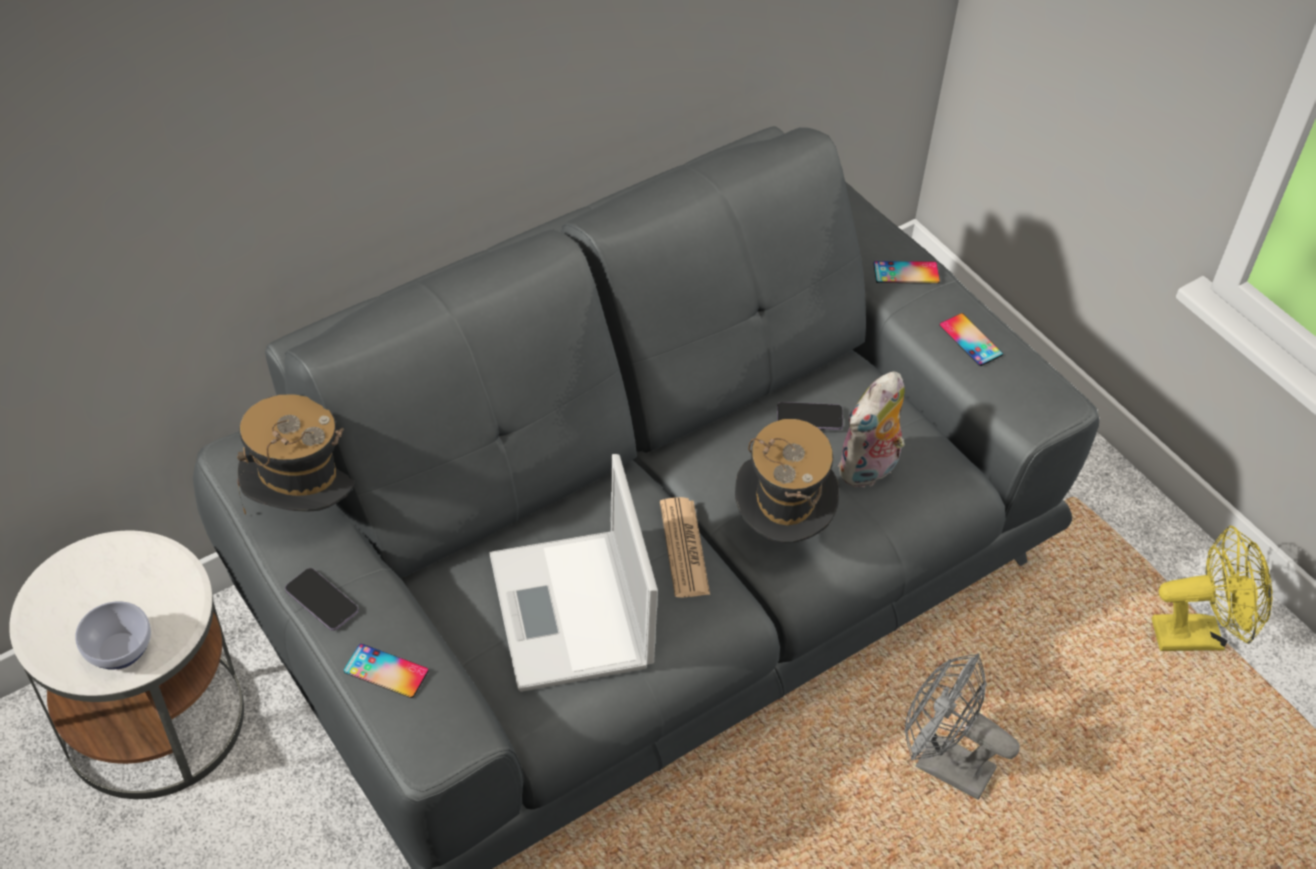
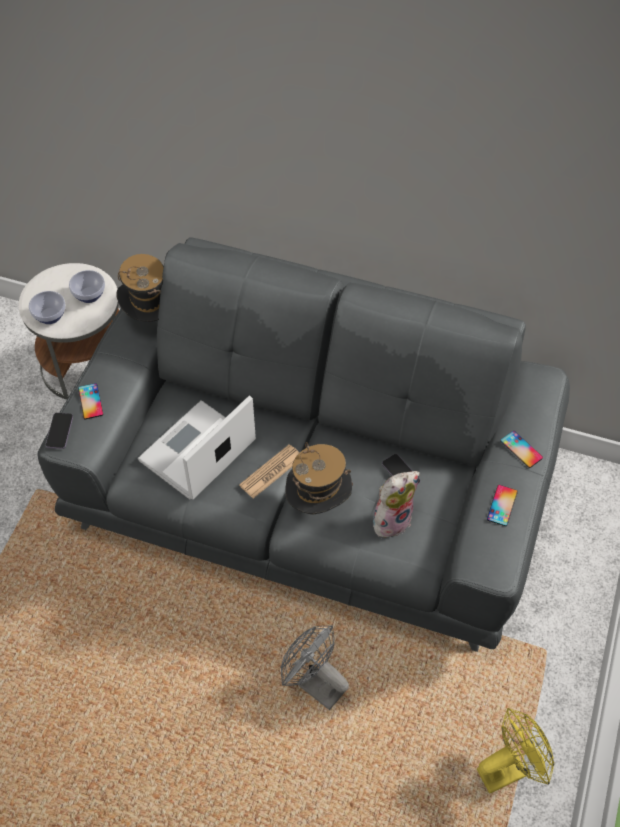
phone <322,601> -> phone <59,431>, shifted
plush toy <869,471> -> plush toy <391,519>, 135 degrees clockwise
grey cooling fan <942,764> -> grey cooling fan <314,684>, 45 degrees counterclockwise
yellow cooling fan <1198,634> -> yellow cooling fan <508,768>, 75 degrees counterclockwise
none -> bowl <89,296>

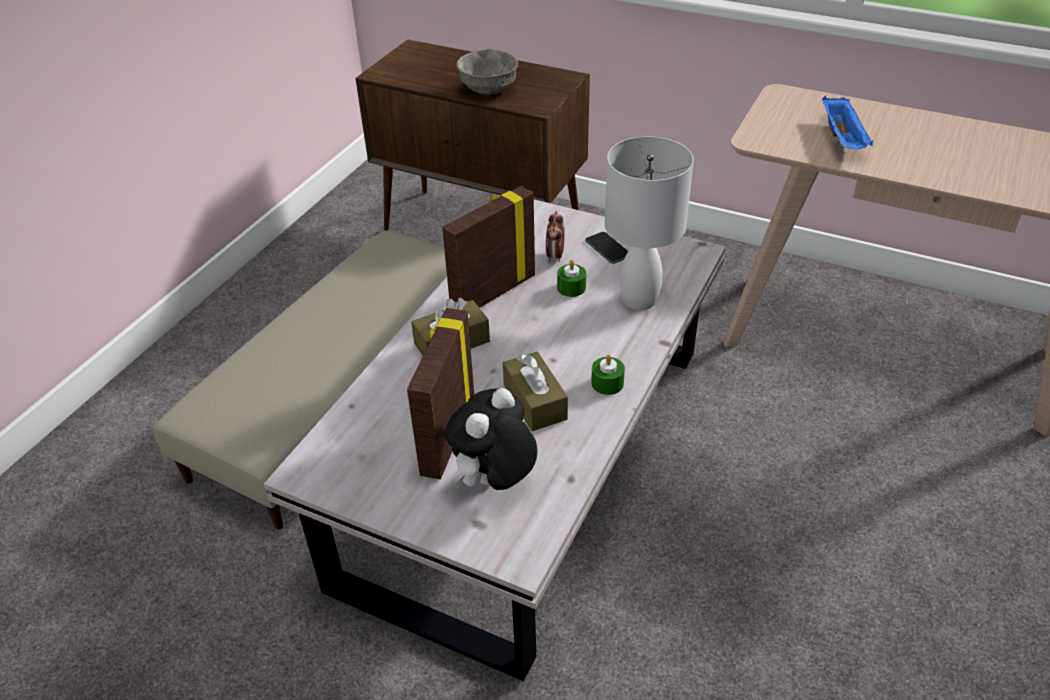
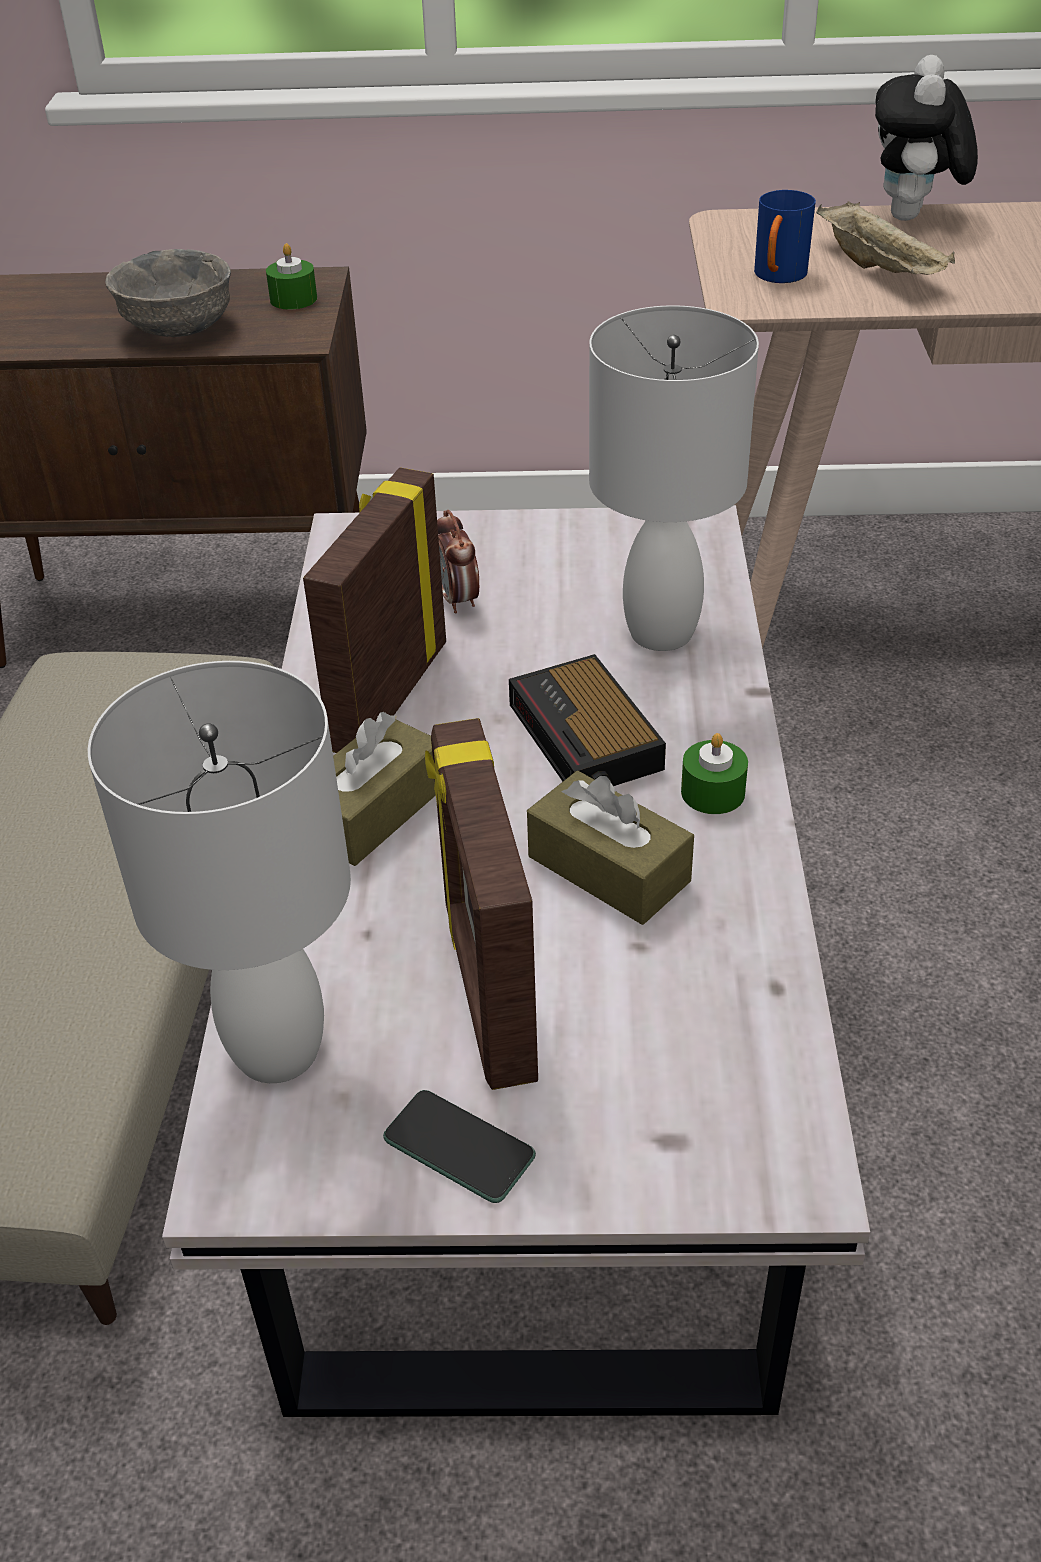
plush toy <494,482> -> plush toy <913,218>, shifted
greenish wax candle <571,287> -> greenish wax candle <293,299>, shifted
phone <608,248> -> phone <459,1147>, shifted
blue-coloured carrying tray <842,139> -> beige carrying tray <881,269>
none -> white-coloured tabletop lamp <278,1047>
none -> alarm clock <586,739>
none -> blue-coloured tea mug <777,278>

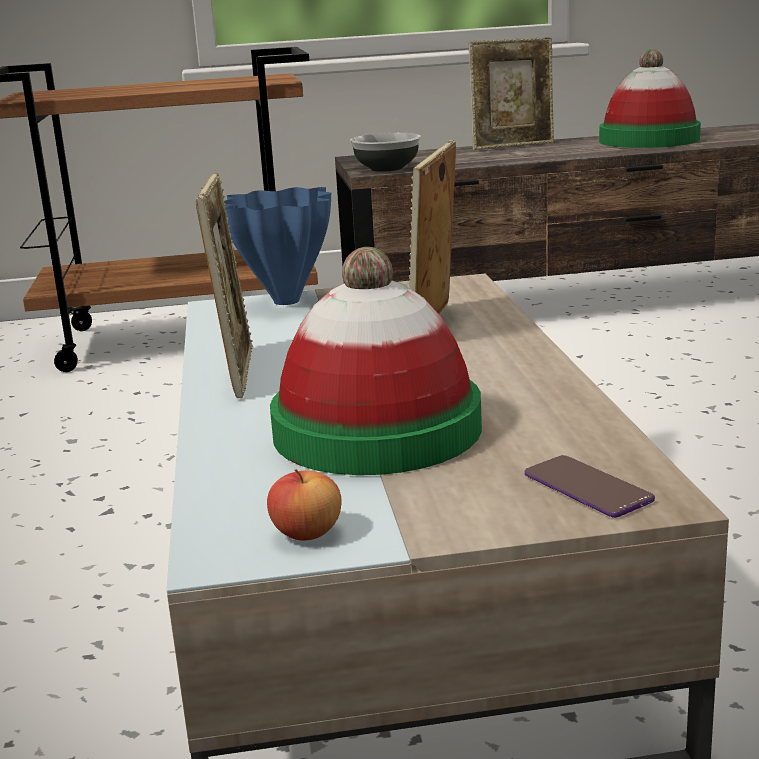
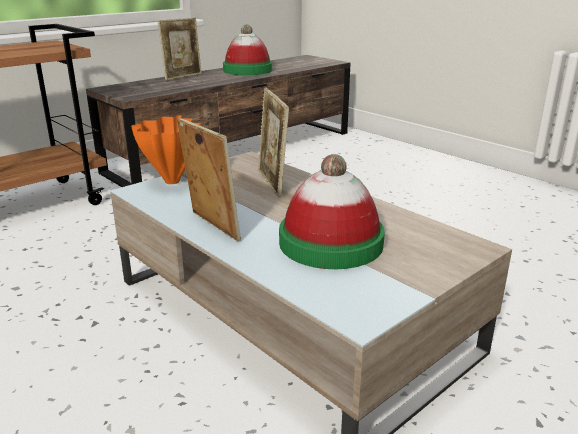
blue-coloured flower vase <284,302> -> orange flower vase <171,182>
apple fruit <307,533> -> none
bowl <387,168> -> none
phone <587,488> -> none

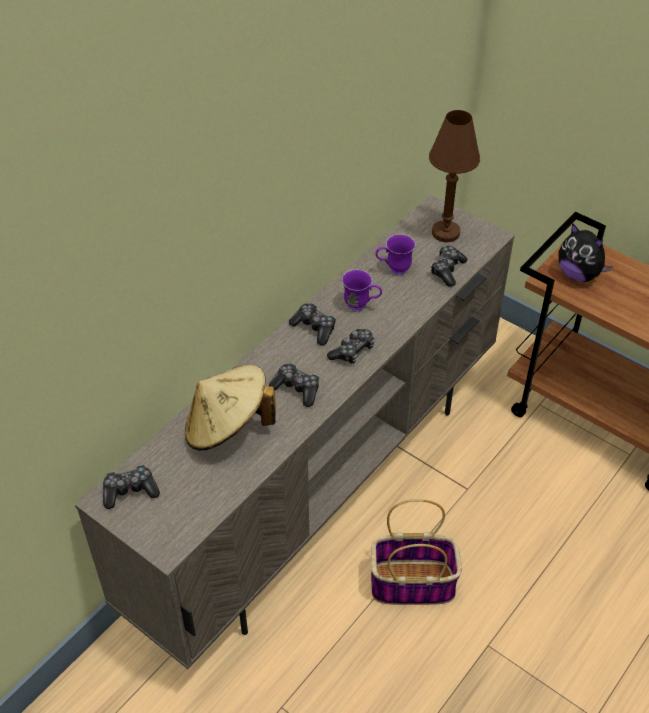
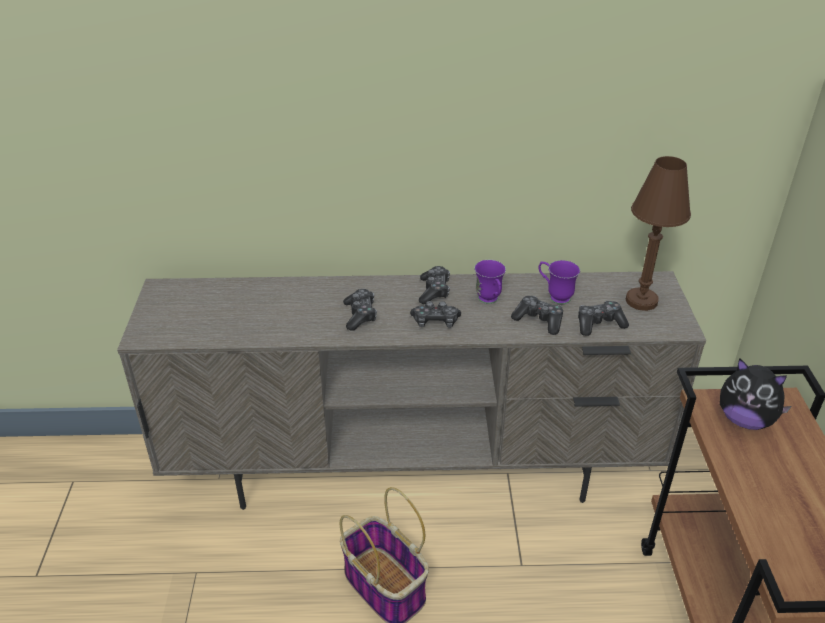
joypad <130,491> -> joypad <539,320>, shifted
beige hat <228,427> -> none
plush toy <579,274> -> plush toy <745,420>, 60 degrees counterclockwise

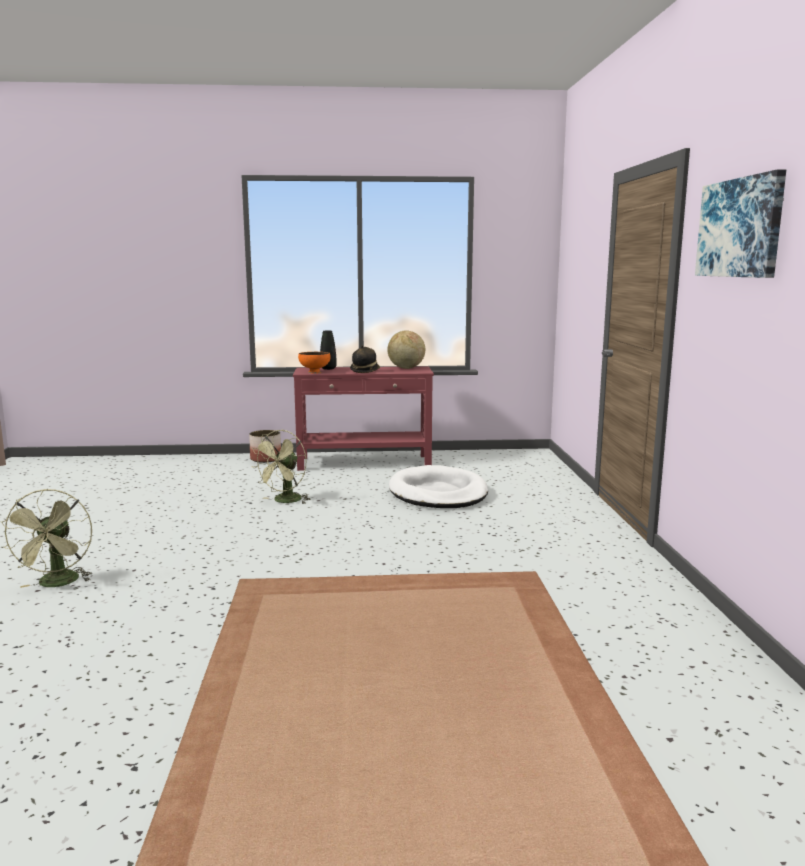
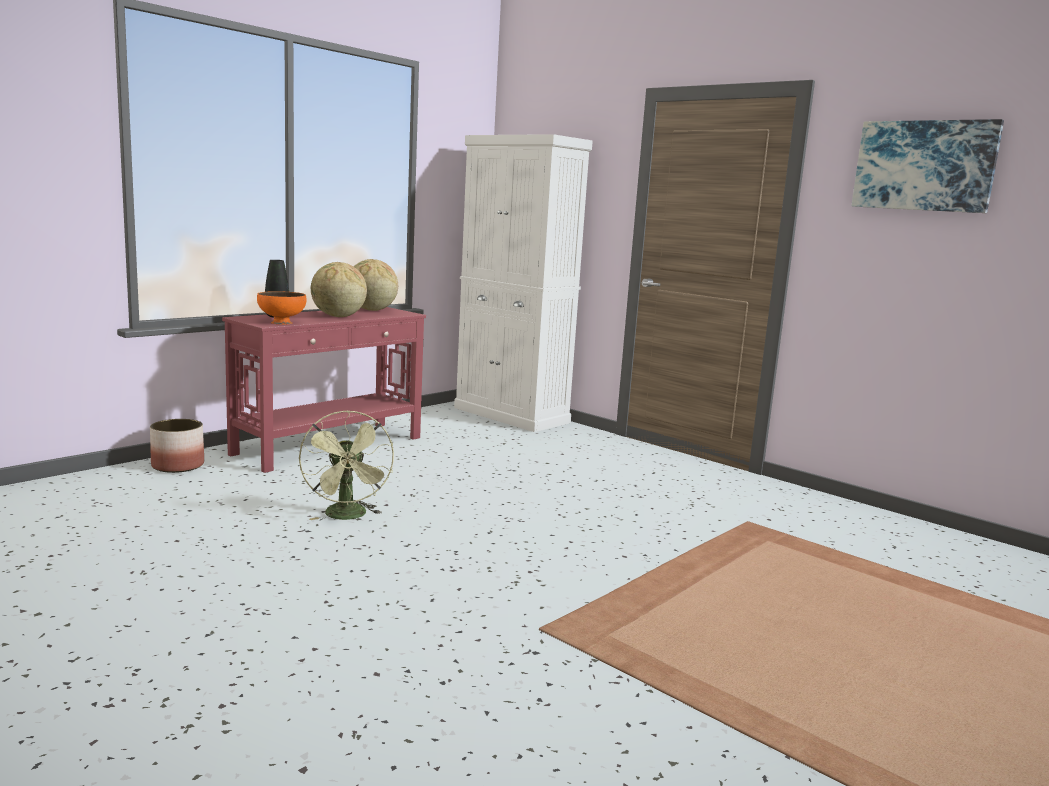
greenish cooling fan <57,584> -> none
hat <365,371> -> world globe <338,316>
white-coloured dog cushion <438,493> -> none
none -> white-coloured cabinet <511,415>

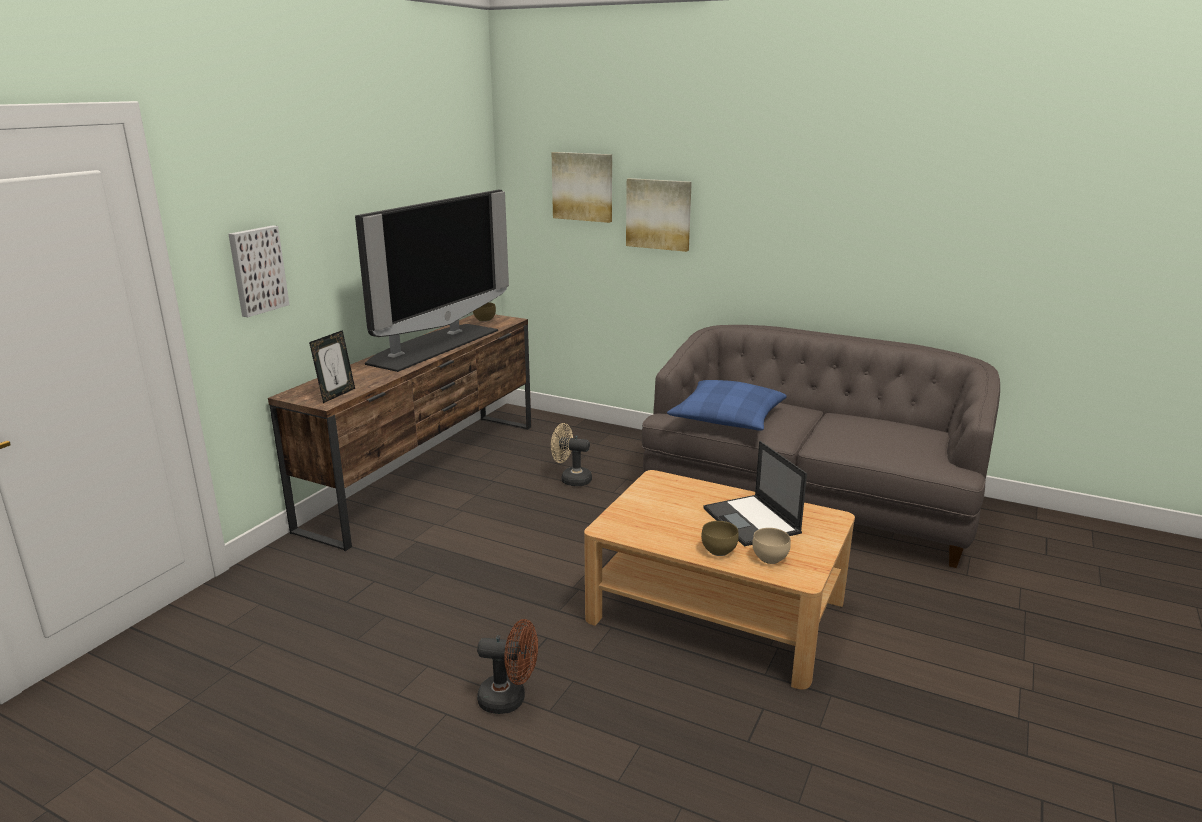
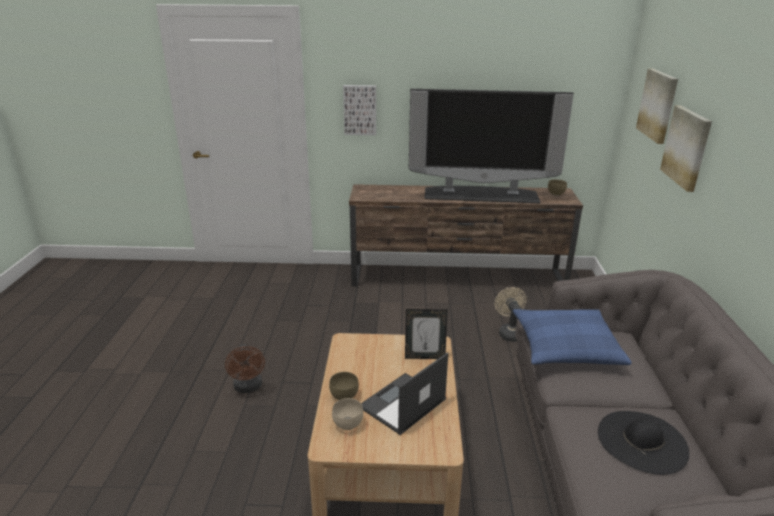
photo frame <336,395> -> photo frame <424,356>, shifted
none -> blackish hat <642,441>

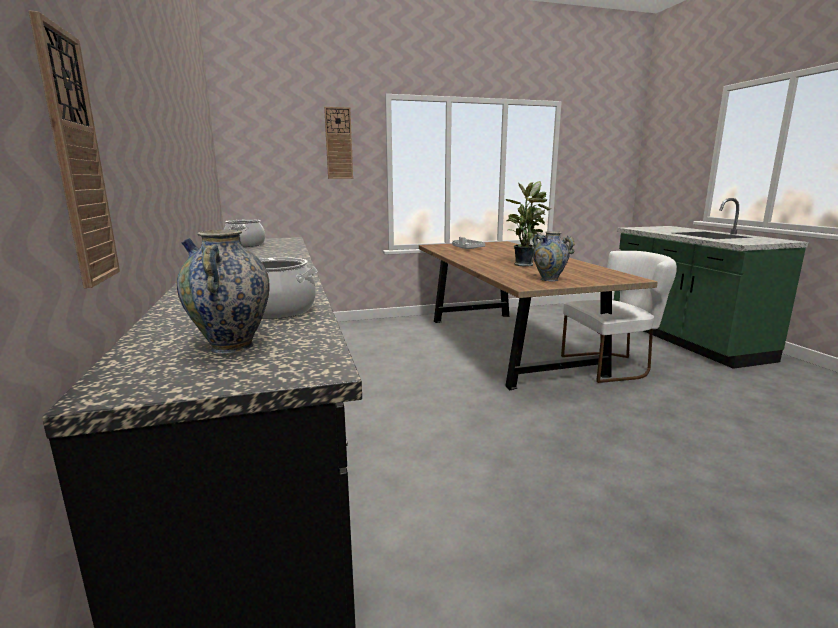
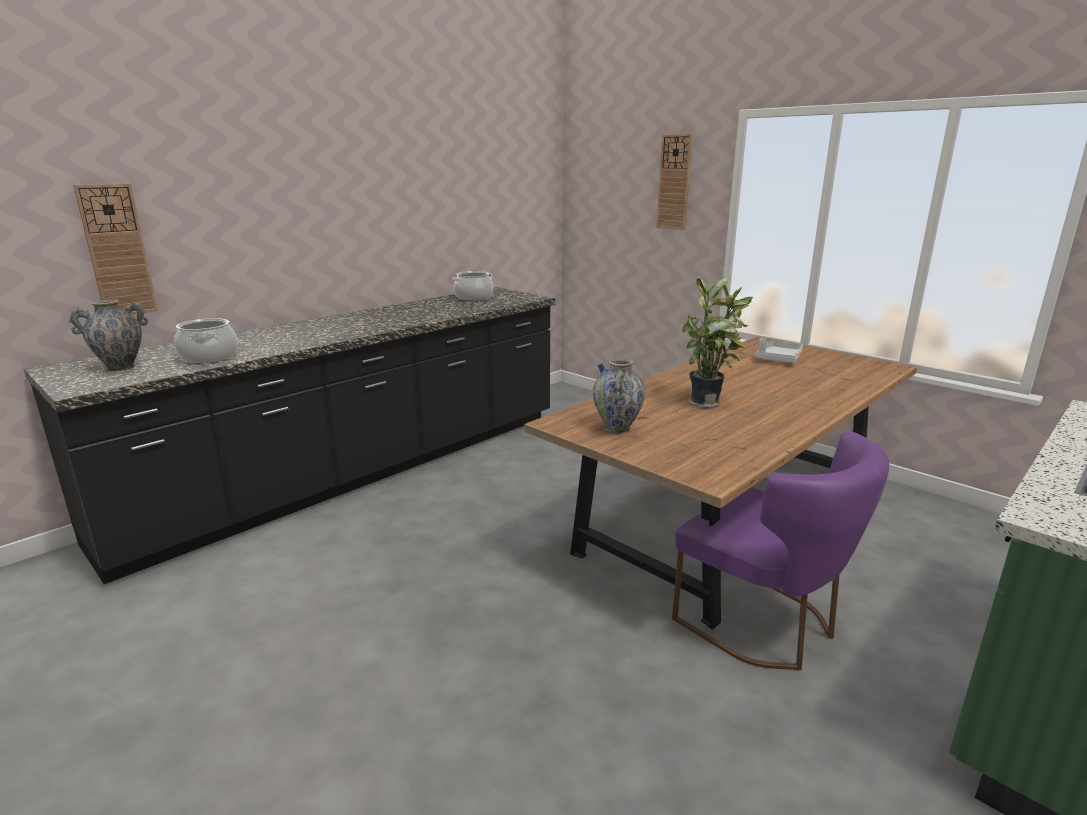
white-coloured upright chair <612,366> -> purple upright chair <765,625>

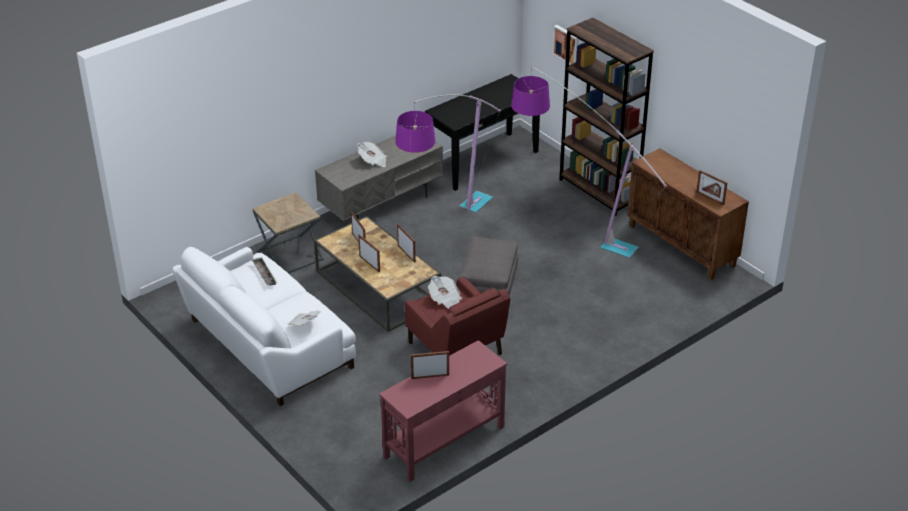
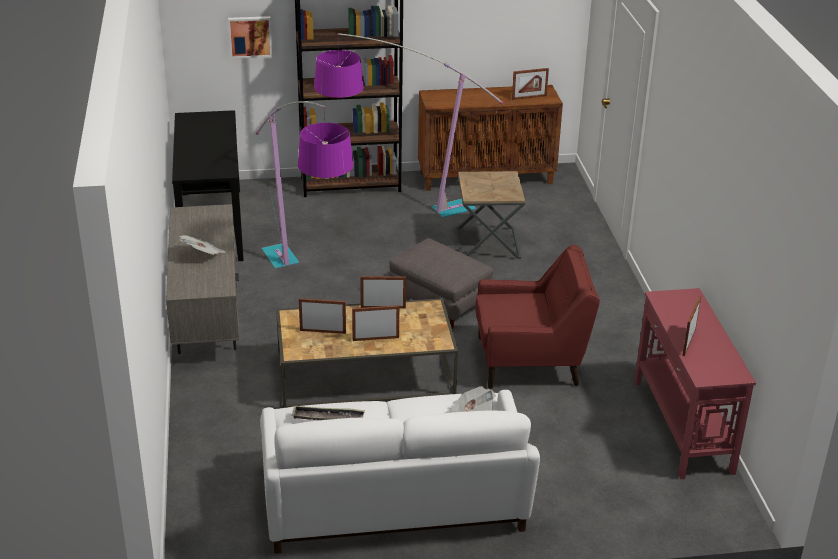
brownish accent table <290,256> -> brownish accent table <487,244>, shifted
printed paper <445,300> -> none

